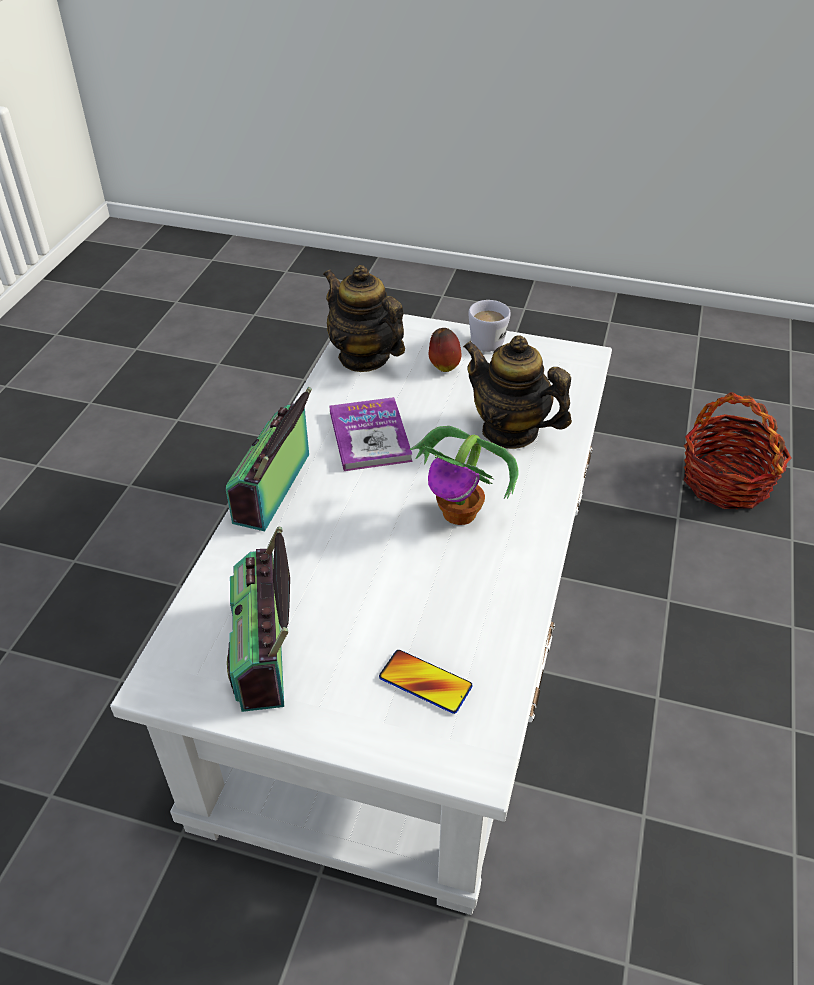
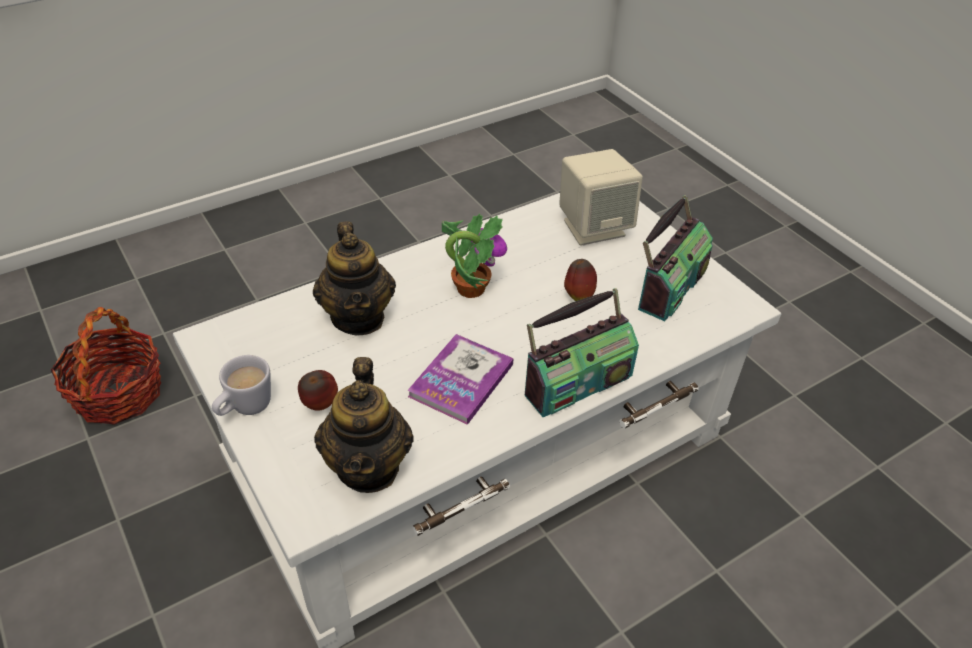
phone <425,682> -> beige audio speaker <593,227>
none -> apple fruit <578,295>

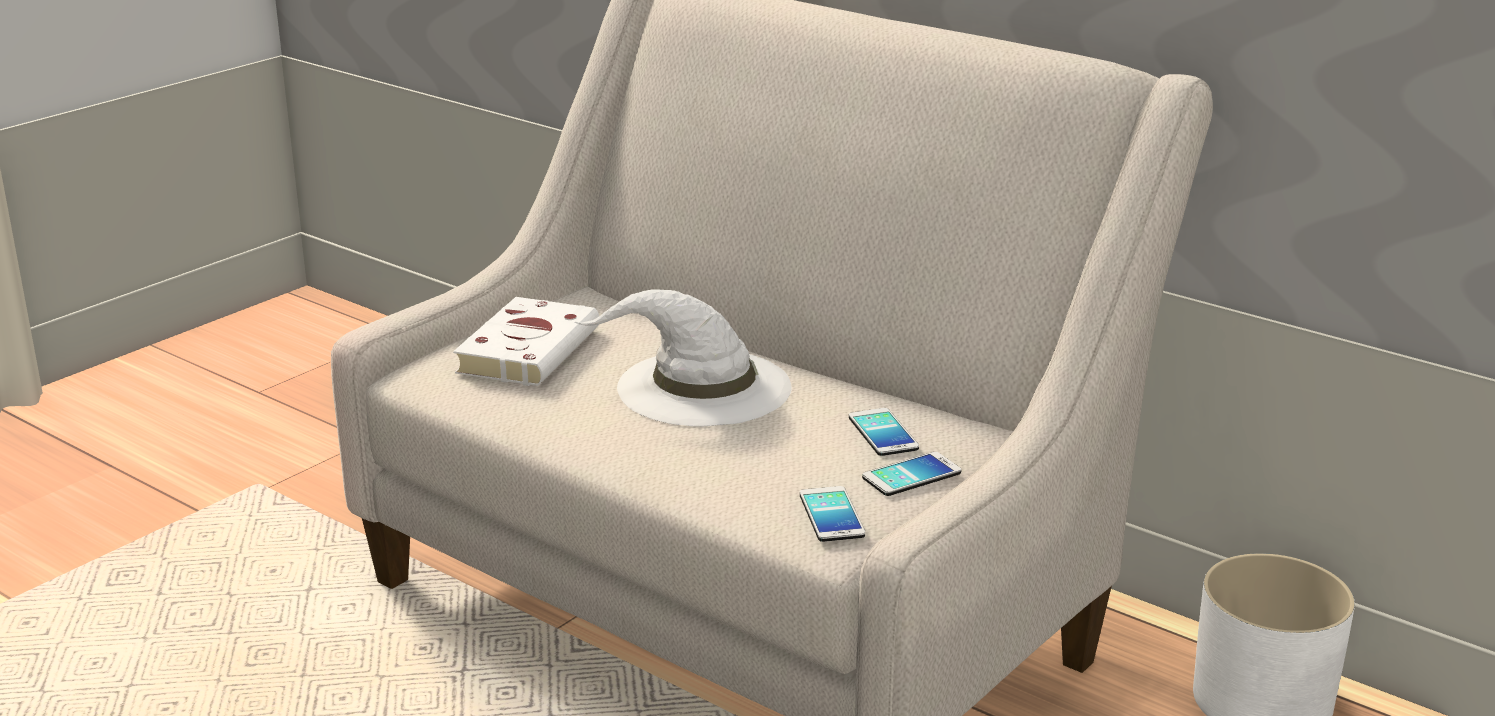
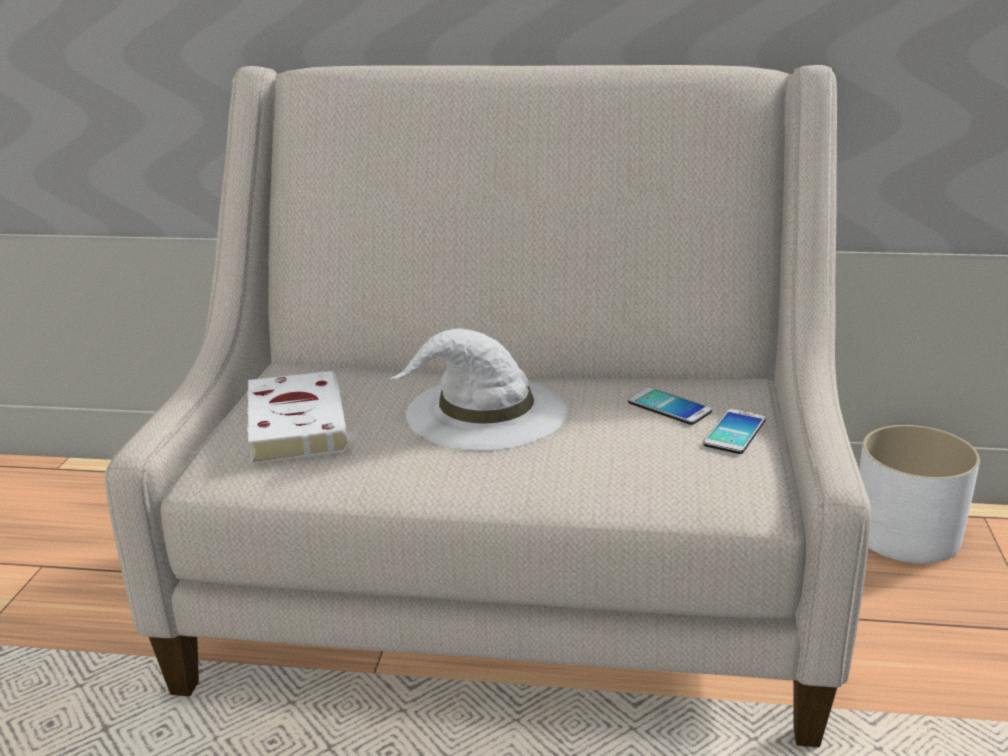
phone <831,515> -> none

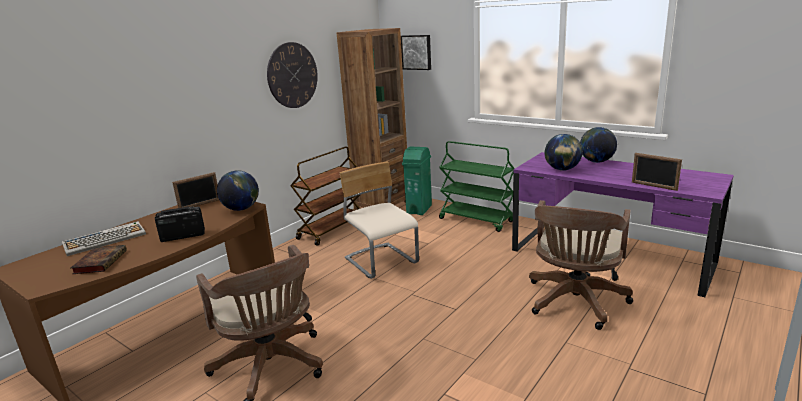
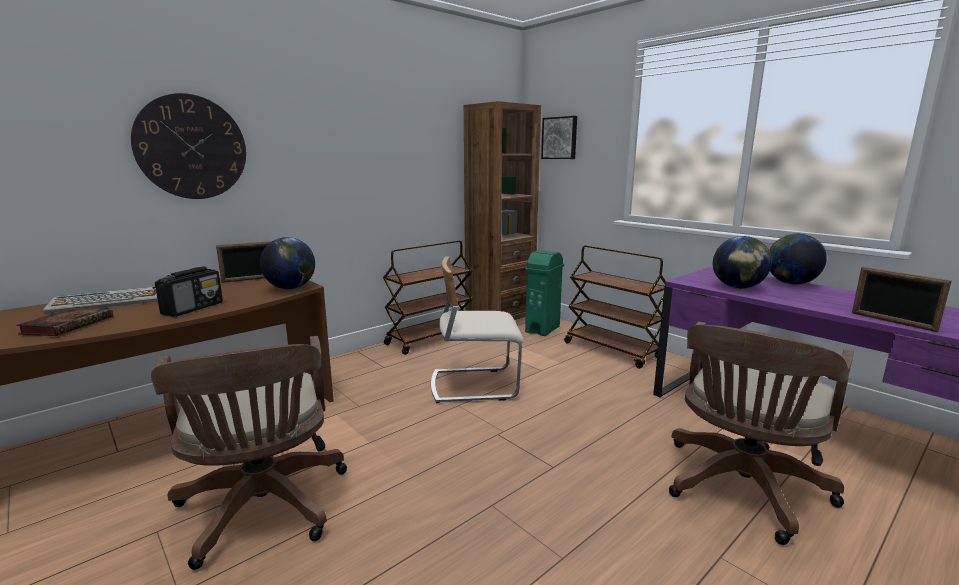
radio <182,236> -> radio <193,308>, 120 degrees clockwise
clock on the wall <292,75> -> clock on the wall <191,147>, shifted
beige upright chair <381,262> -> beige upright chair <474,385>, 75 degrees counterclockwise
greenish trolley <477,220> -> brownish trolley <612,350>

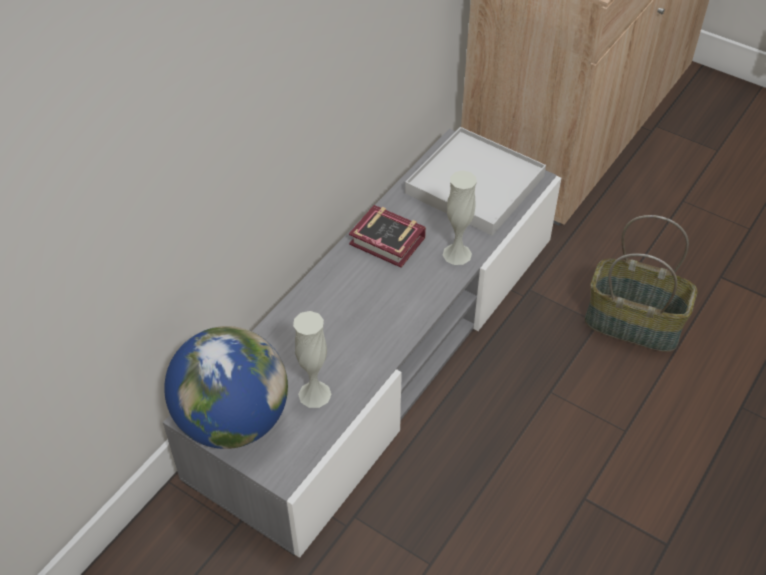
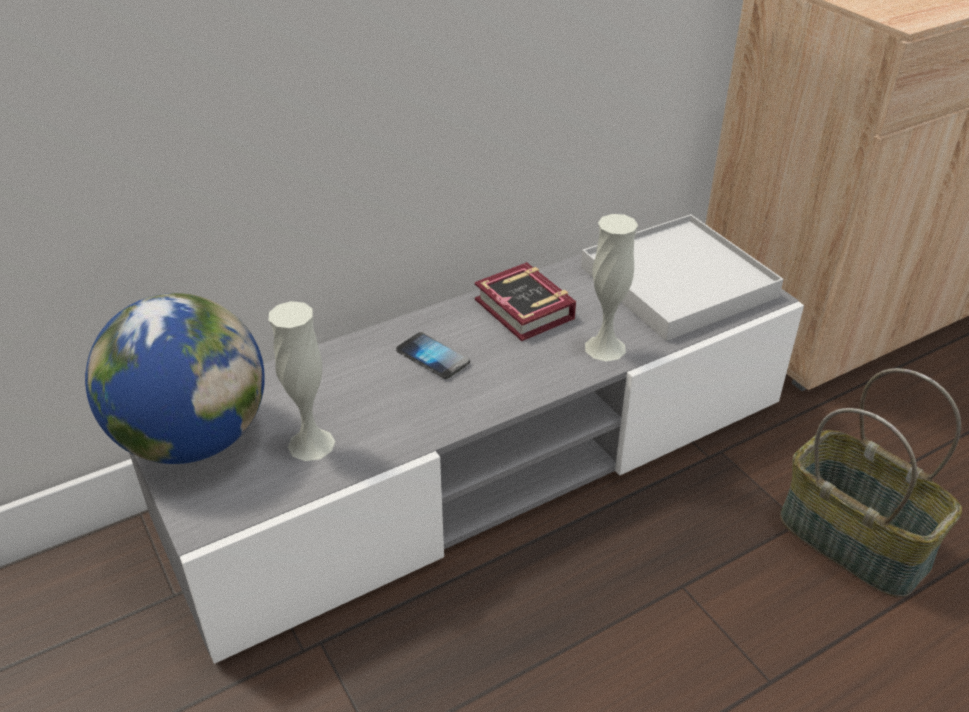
none -> phone <432,357>

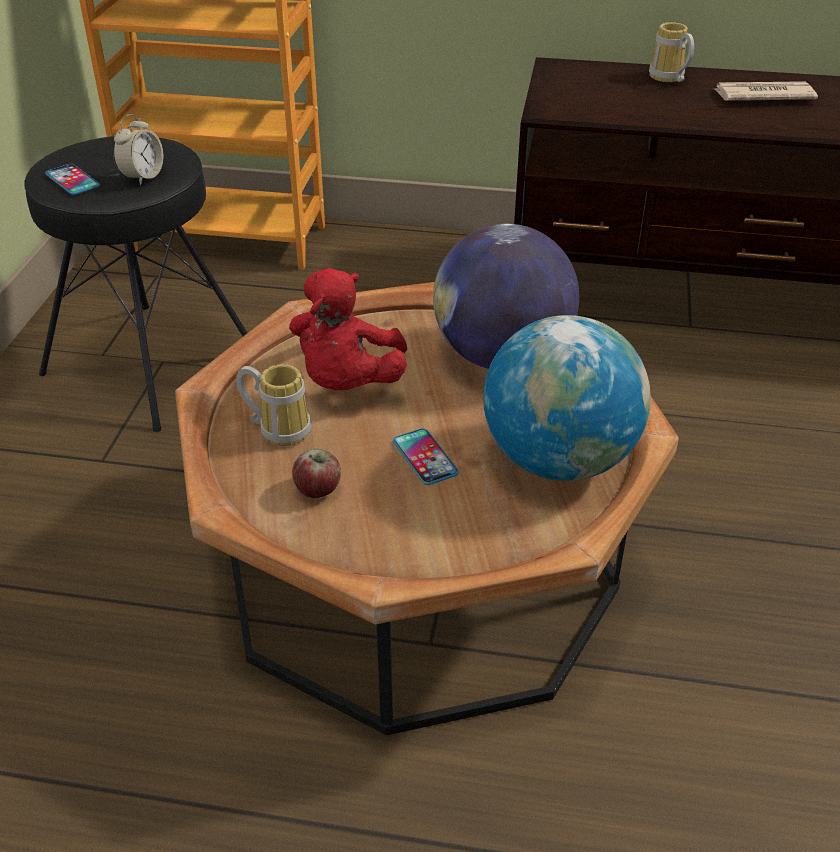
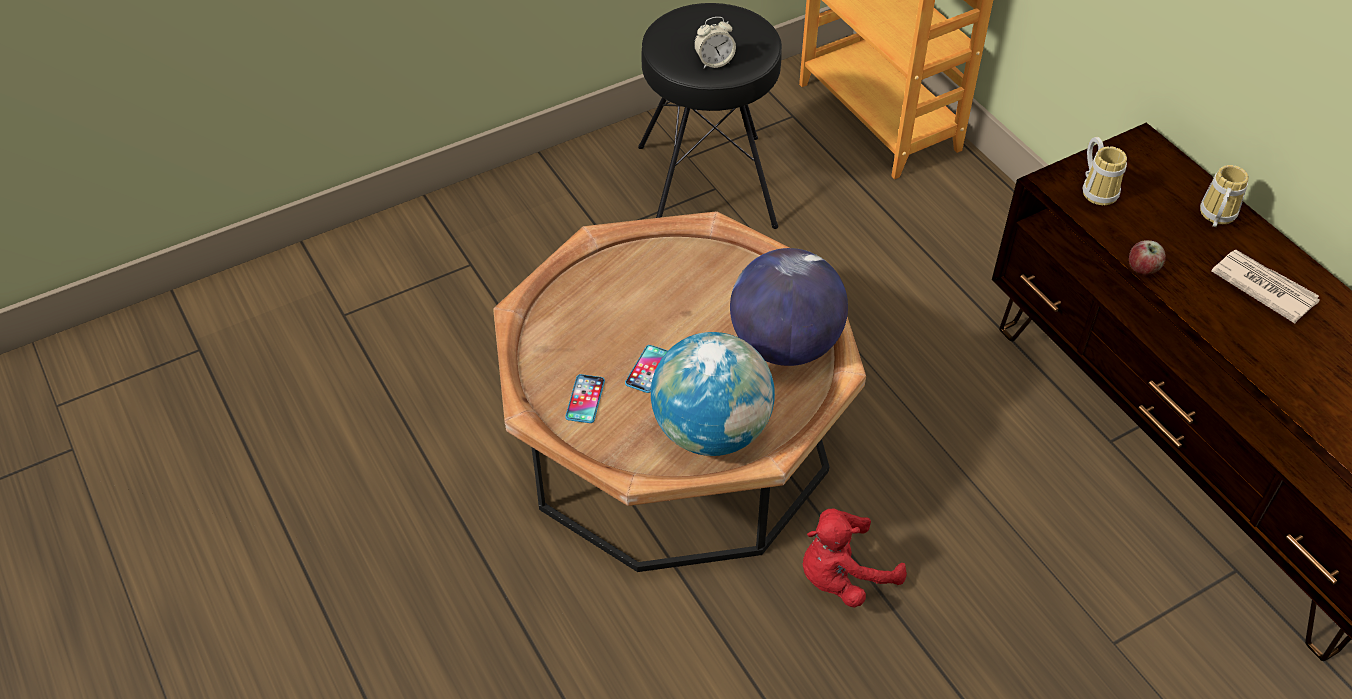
phone <72,180> -> phone <585,399>, shifted
tea mug <280,428> -> tea mug <1098,190>, shifted
red plush toy <348,383> -> red plush toy <842,576>, shifted
apple fruit <318,490> -> apple fruit <1143,269>, shifted

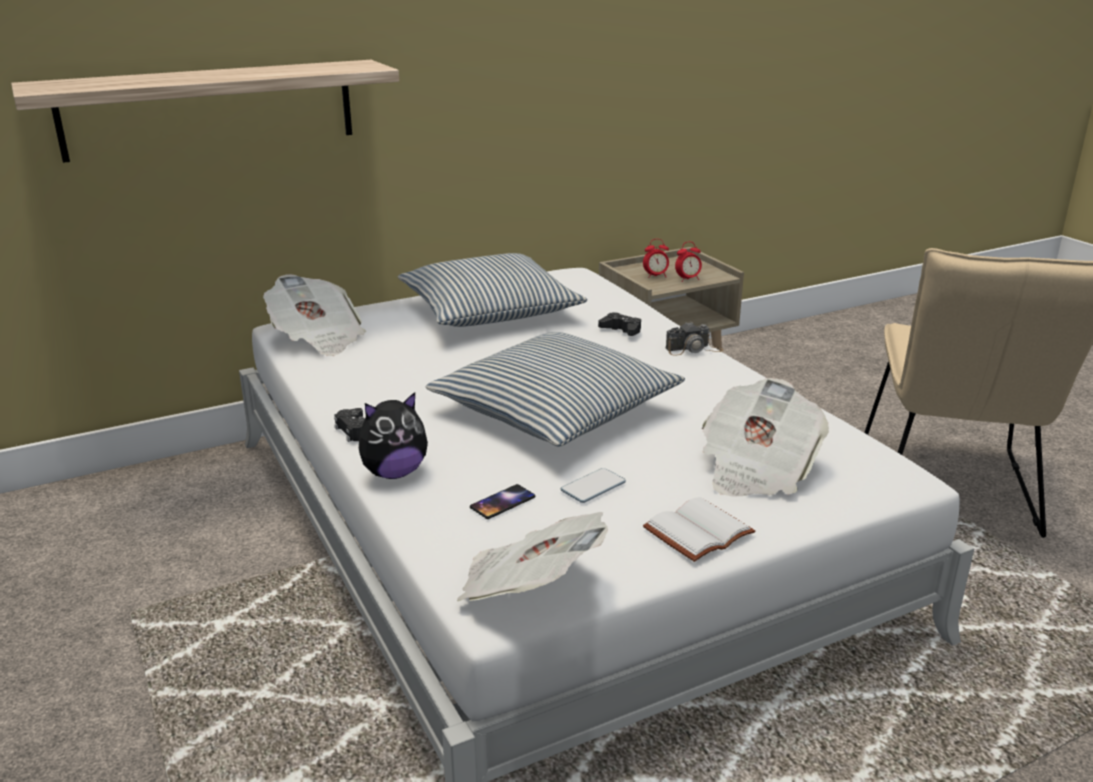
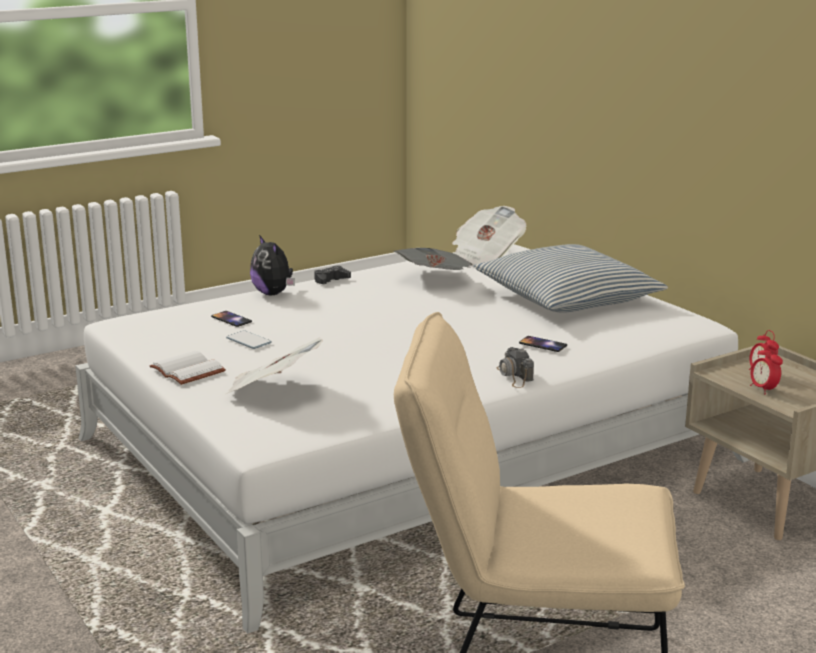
wall shelf <210,109> -> none
throw pillow <554,409> -> none
printed paper <529,589> -> printed paper <435,280>, shifted
blackish joypad <621,330> -> phone <542,344>

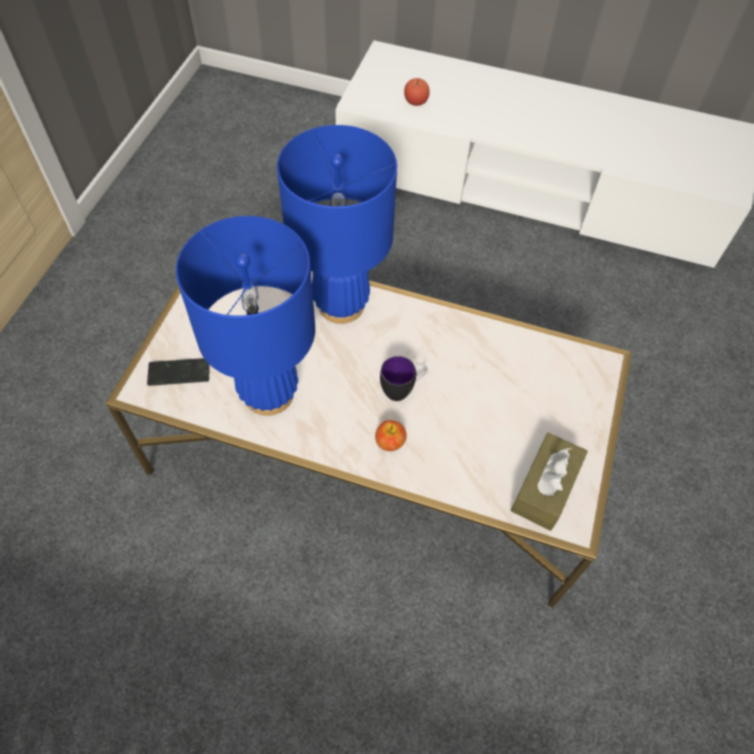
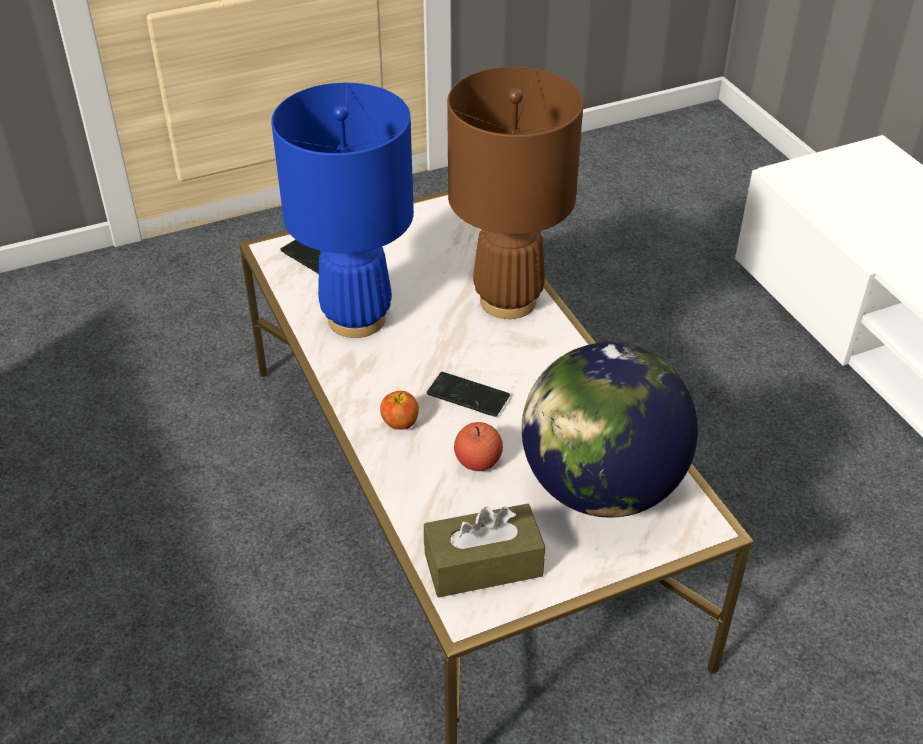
blue-coloured tabletop lamp <341,305> -> brownish tabletop lamp <508,300>
tea mug <402,390> -> phone <468,396>
apple fruit <416,101> -> apple fruit <478,461>, shifted
none -> world globe <602,488>

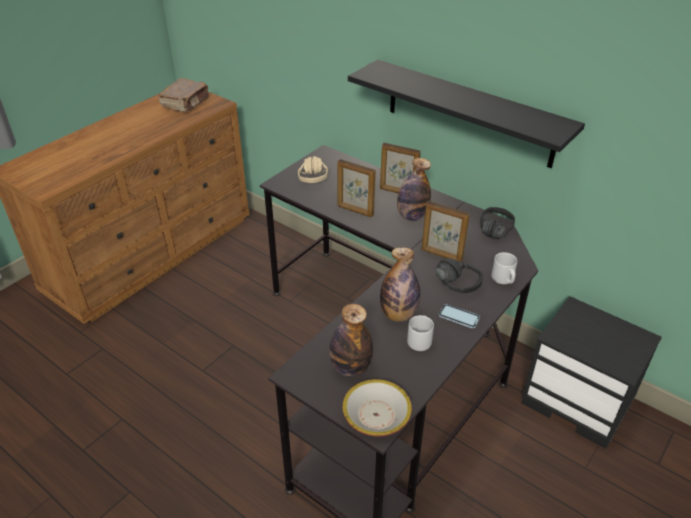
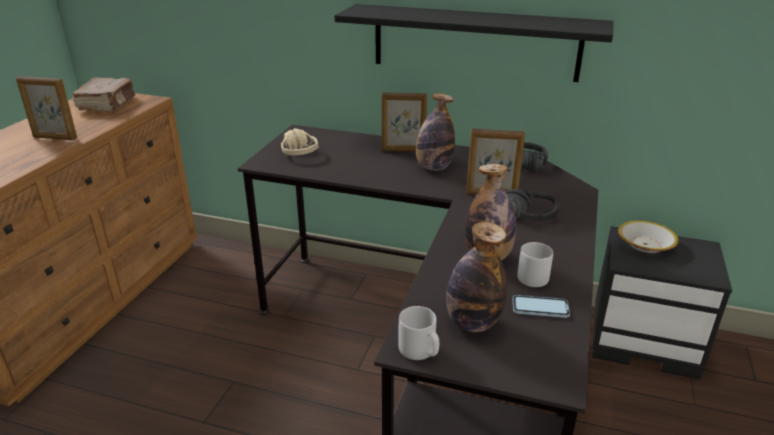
photo frame <355,211> -> photo frame <55,138>, shifted
bowl <376,415> -> bowl <645,245>, shifted
phone <459,317> -> phone <540,308>, shifted
grey tea mug <503,279> -> grey tea mug <420,351>, shifted

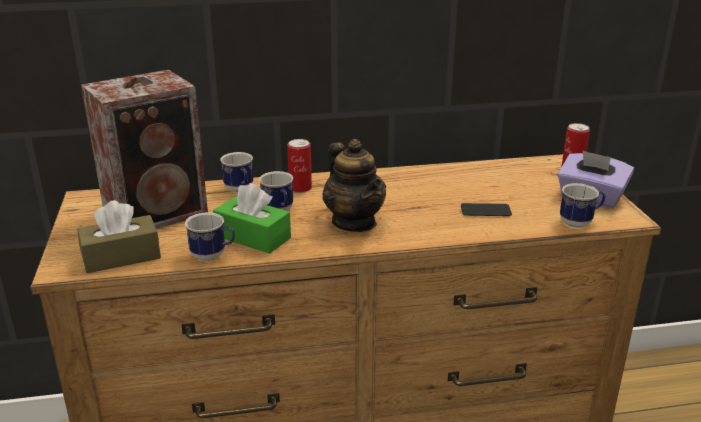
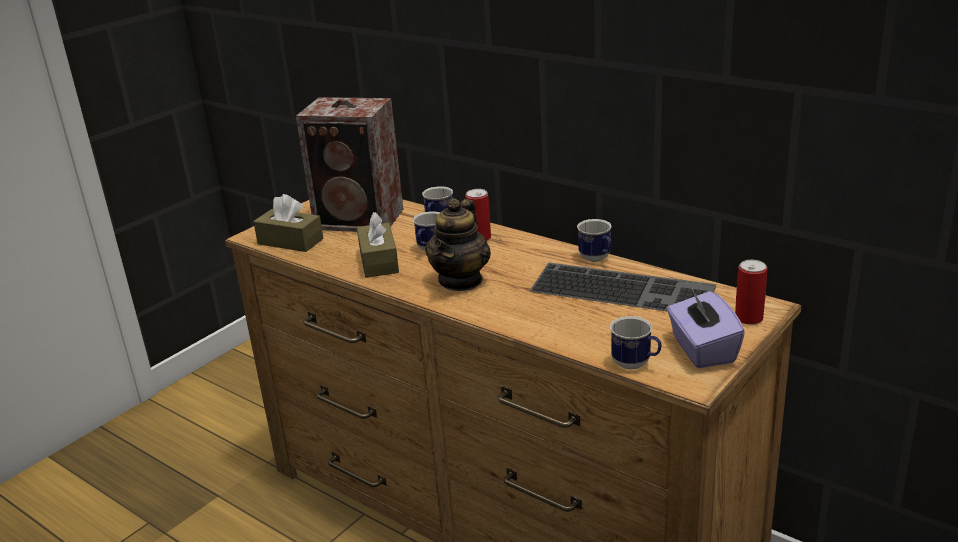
tea mug <213,256> -> tea mug <597,259>, shifted
greenish tissue holder <253,237> -> brownish tissue holder <379,261>
phone <485,211> -> none
none -> computer keyboard <624,288>

